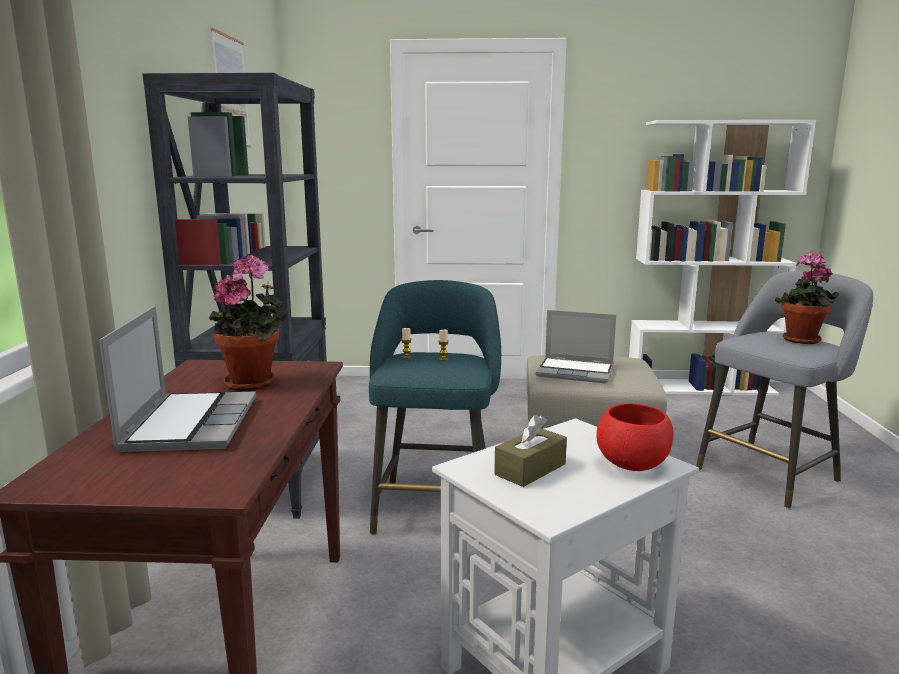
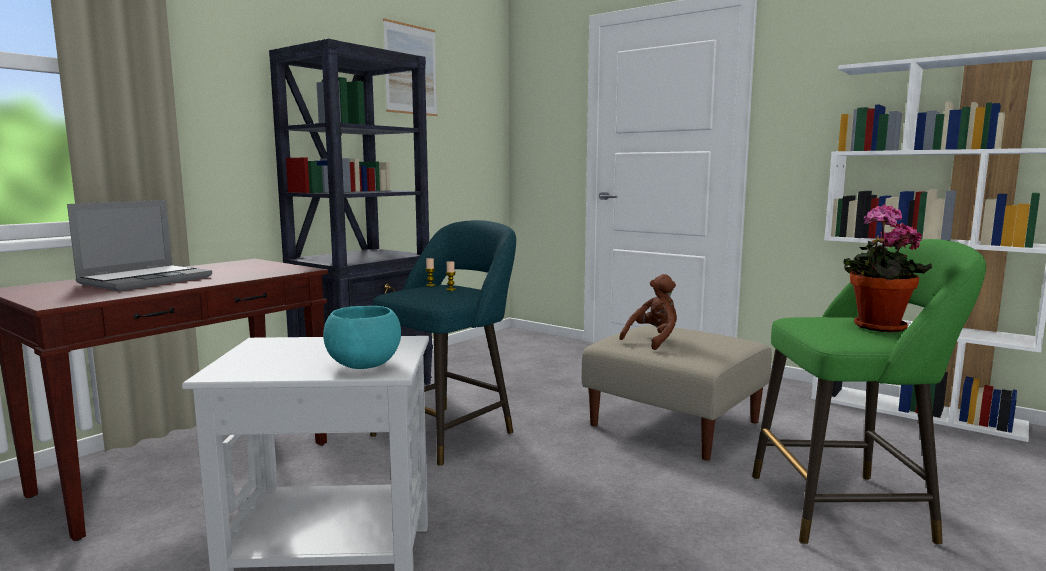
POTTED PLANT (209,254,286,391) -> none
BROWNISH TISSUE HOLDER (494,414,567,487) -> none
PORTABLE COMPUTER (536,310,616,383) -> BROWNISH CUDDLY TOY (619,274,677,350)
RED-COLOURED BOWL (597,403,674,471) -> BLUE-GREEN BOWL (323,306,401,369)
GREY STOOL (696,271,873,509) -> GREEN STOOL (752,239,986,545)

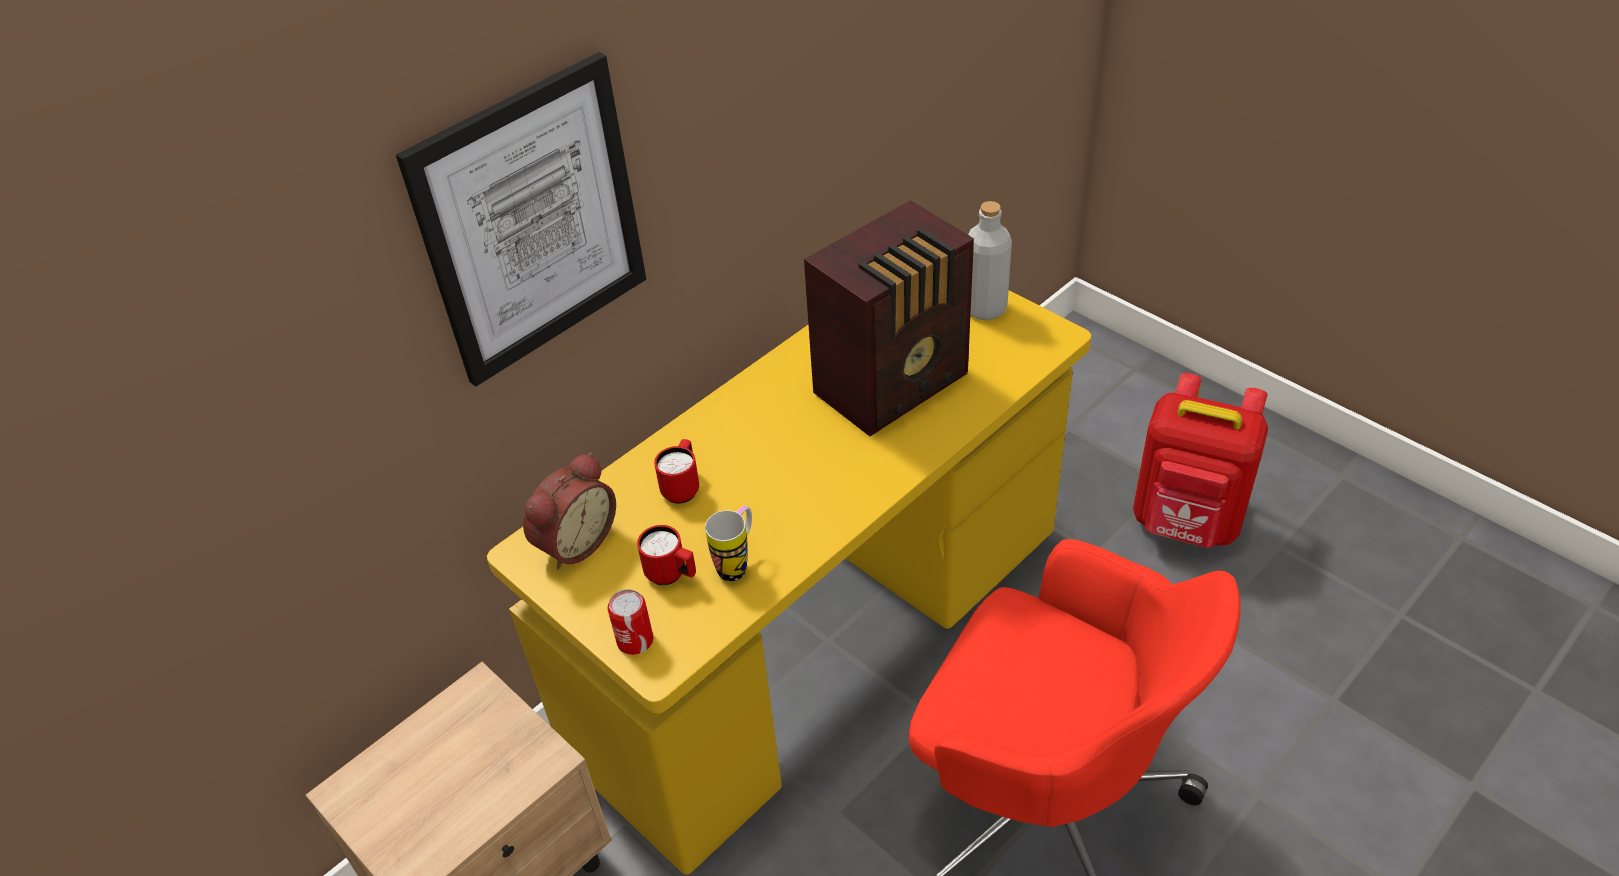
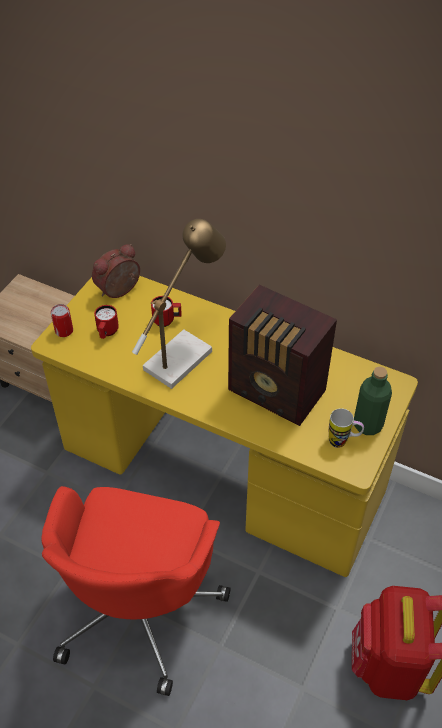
PICTURE (396,52,646,387) -> none
TABLE CLOCK (523,453,616,570) -> TABLE CLOCK (92,244,140,298), 120 degrees clockwise
TEA MUG (705,506,752,581) -> TEA MUG (329,408,364,448), move
GREY BEVERAGE BOTTLE (968,201,1012,320) -> GREEN BEVERAGE BOTTLE (354,367,392,435)
none -> TABLE LAMP (132,219,226,389)

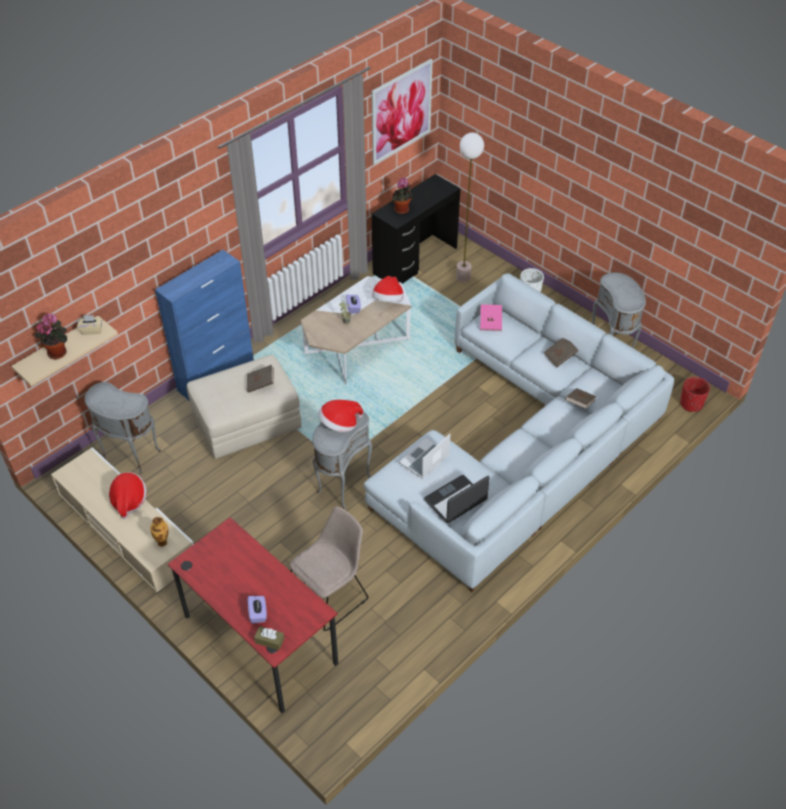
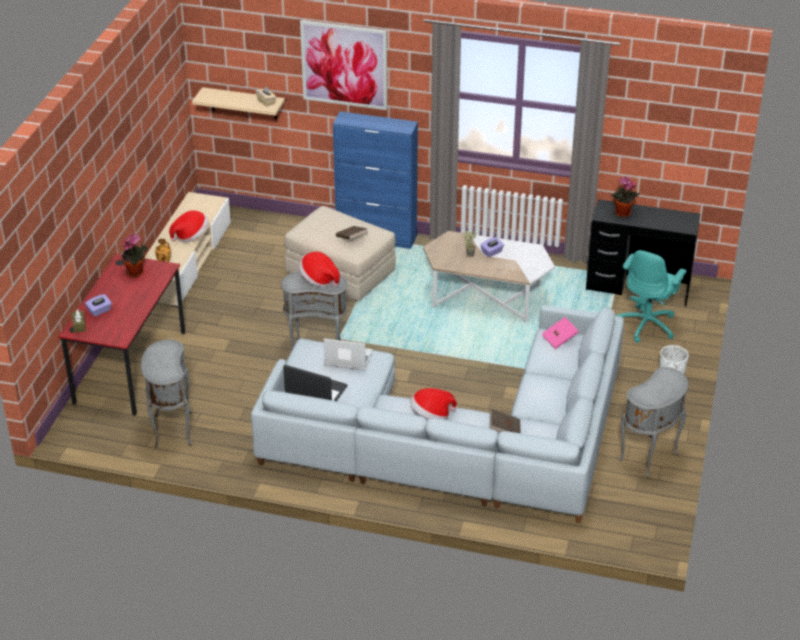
POTTED PLANT (35,313,67,359) -> POTTED PLANT (122,234,148,277), move
GREY END TABLE (84,382,161,474) -> GREY END TABLE (141,339,193,447), move
BEIGE UPRIGHT CHAIR (290,506,368,631) -> none
PICTURE (371,59,433,164) -> PICTURE (300,20,387,110), move
HAT (372,276,404,302) -> HAT (410,388,457,420), move
FLOOR LAMP (456,133,484,282) -> BLUE-GREEN DESK CHAIR (616,250,687,343)
BROWNISH BOOK (543,338,578,368) -> none
RED-COLOURED PLANTER (680,377,710,412) -> none

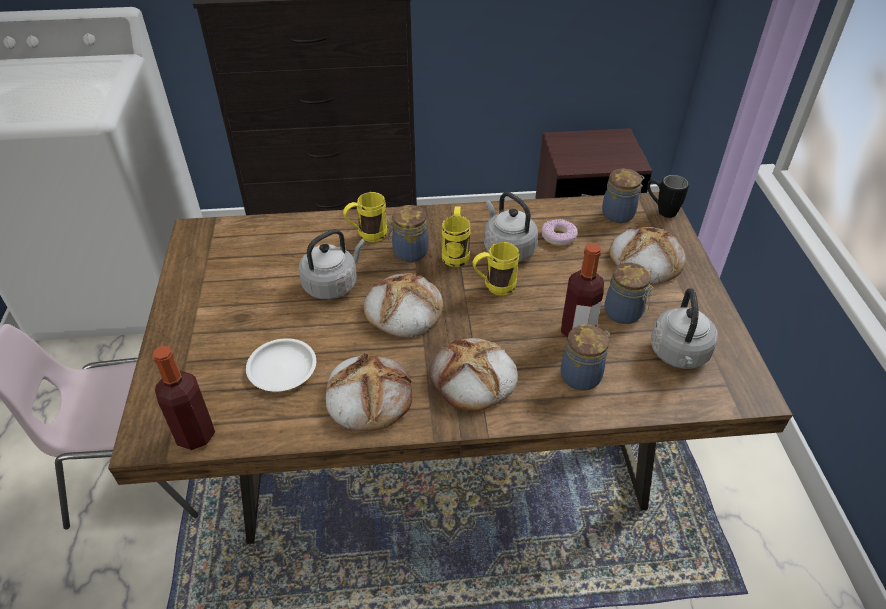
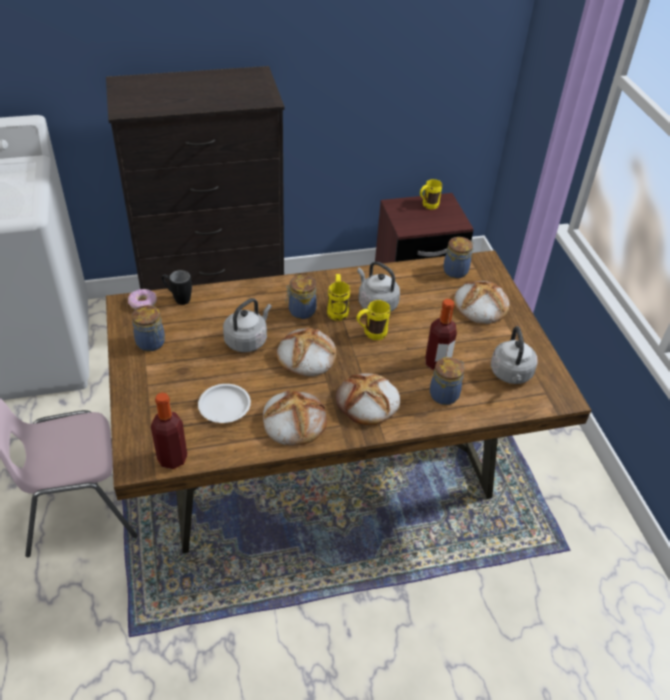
YELLOW-COLOURED TEA MUG (343,192,387,242) -> YELLOW-COLOURED TEA MUG (420,179,442,209), move
DOUGHNUT (542,219,578,246) -> DOUGHNUT (128,289,157,309), move
PRESERVE JAR (604,263,653,324) -> PRESERVE JAR (132,305,165,352), move
BLACK TEA MUG (647,175,689,218) -> BLACK TEA MUG (162,270,192,305), move

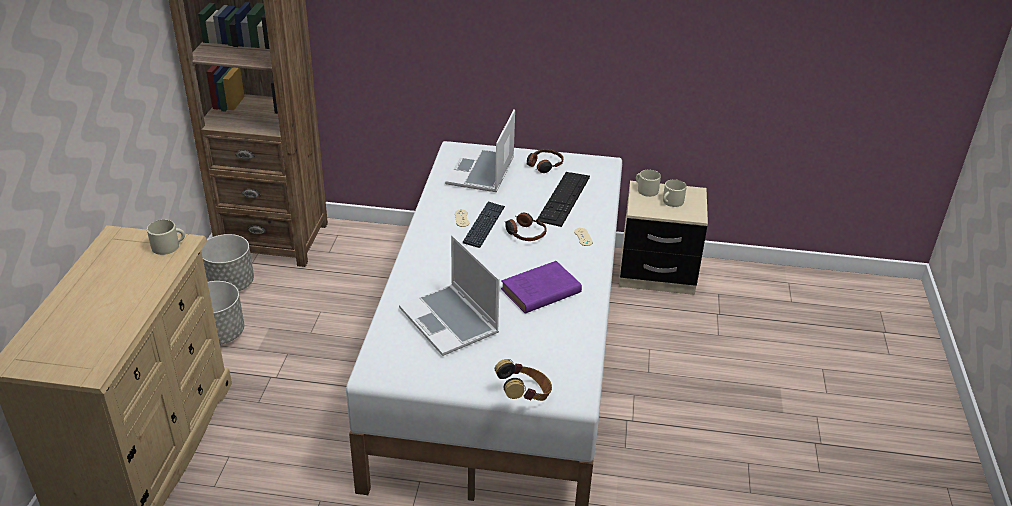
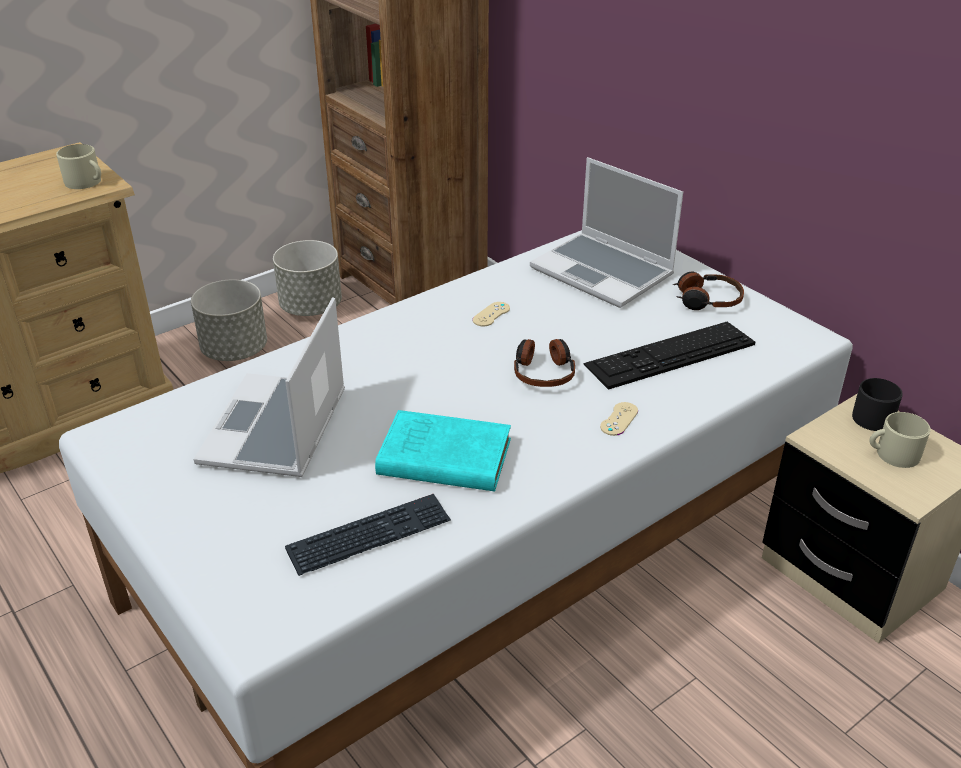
PORTABLE COMPUTER (445,109,515,192) -> PORTABLE COMPUTER (530,157,683,308), 105 degrees counterclockwise
PC KEYBOARD (463,202,505,248) -> PC KEYBOARD (285,494,451,576), move
HEADSET (495,359,552,401) -> none
PURPLE-COLOURED BOOK (501,261,582,314) -> BLUE-GREEN BOOK (375,410,511,492)
BEIGE TEA MUG (636,170,661,197) -> BLACK TEA MUG (852,378,903,431)

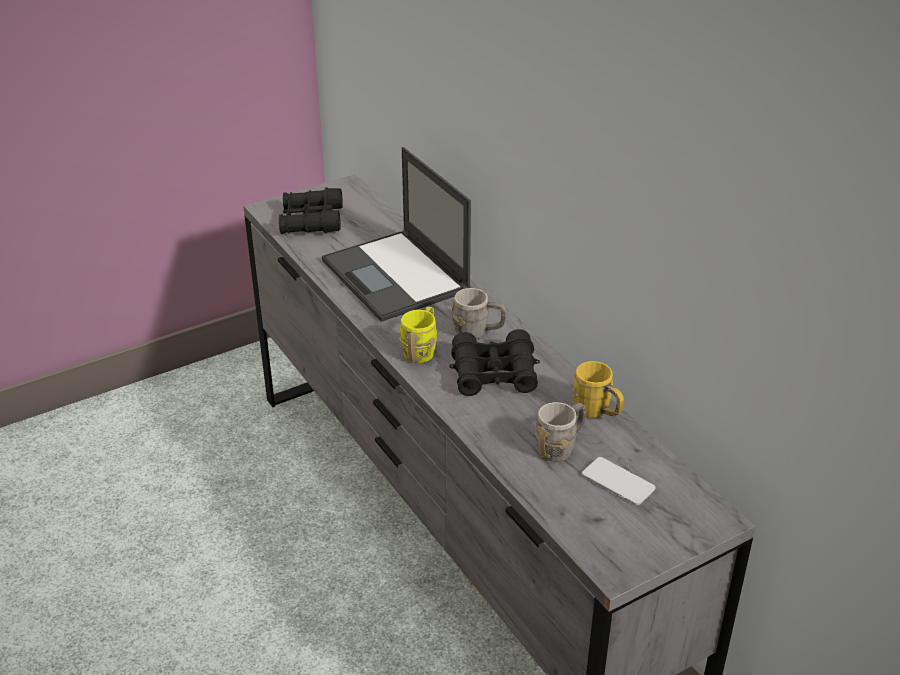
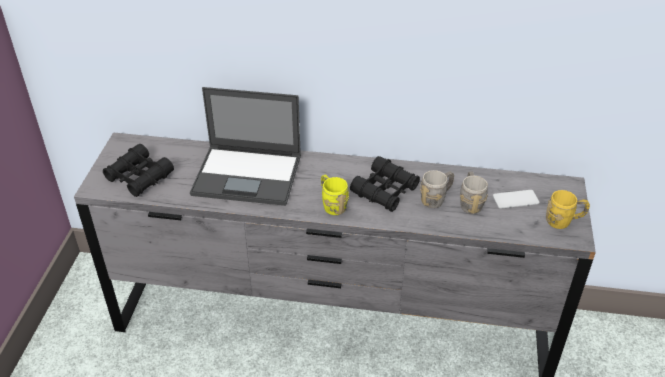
GREY TEA MUG (452,288,506,339) -> GREY TEA MUG (420,170,454,208), move
YELLOW-COLOURED TEA MUG (573,361,624,418) -> YELLOW-COLOURED TEA MUG (546,190,590,229), move

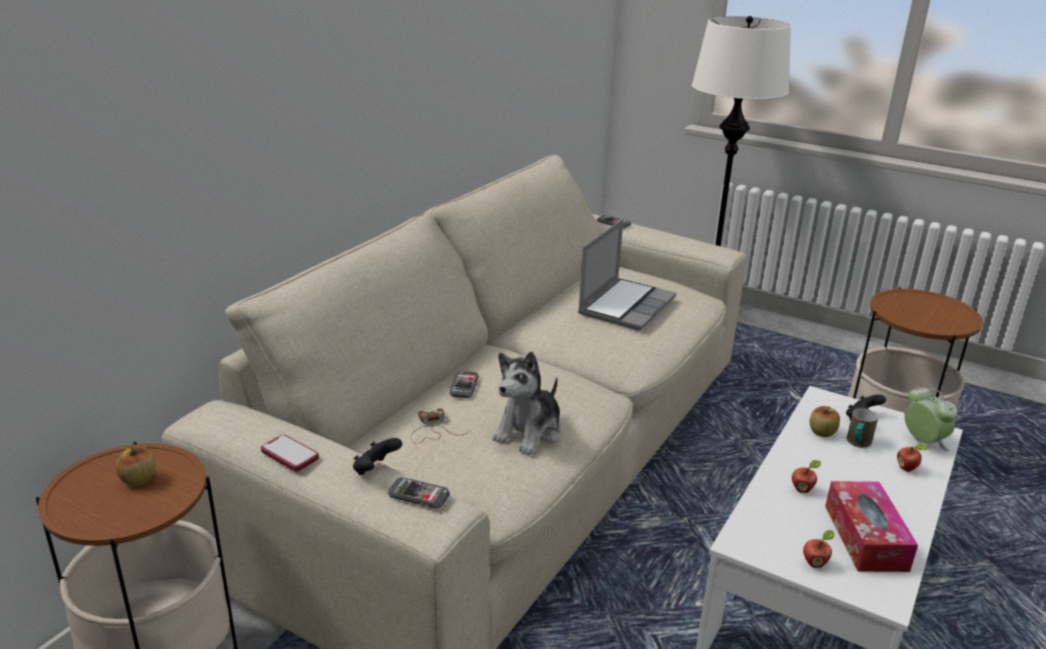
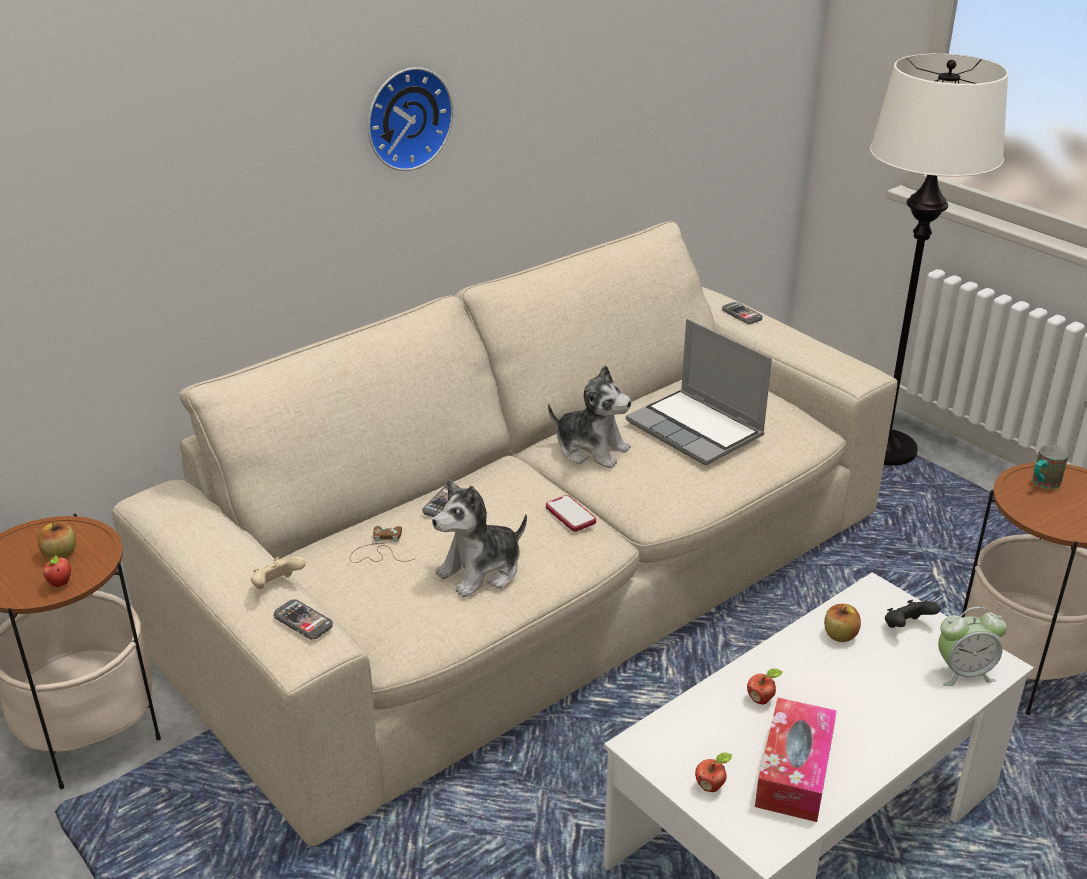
PHONE (261,435,319,471) -> PHONE (546,495,596,532), move
BLACK GAME CONTROLLER (353,438,402,475) -> BEIGE GAME CONTROLLER (251,557,306,589)
PORTABLE COMPUTER (578,219,676,331) -> PORTABLE COMPUTER (626,319,772,465), 90 degrees clockwise
TEA MUG (847,408,878,448) -> TEA MUG (1032,445,1069,489), move
APPLE FRUIT (897,443,929,472) -> APPLE FRUIT (43,555,71,587), move
TABLE CLOCK (904,387,958,451) -> TABLE CLOCK (938,607,1007,686), 90 degrees clockwise
none -> HANGING CLOCK (368,67,453,171)
none -> CUDDLY TOY (548,365,632,468)

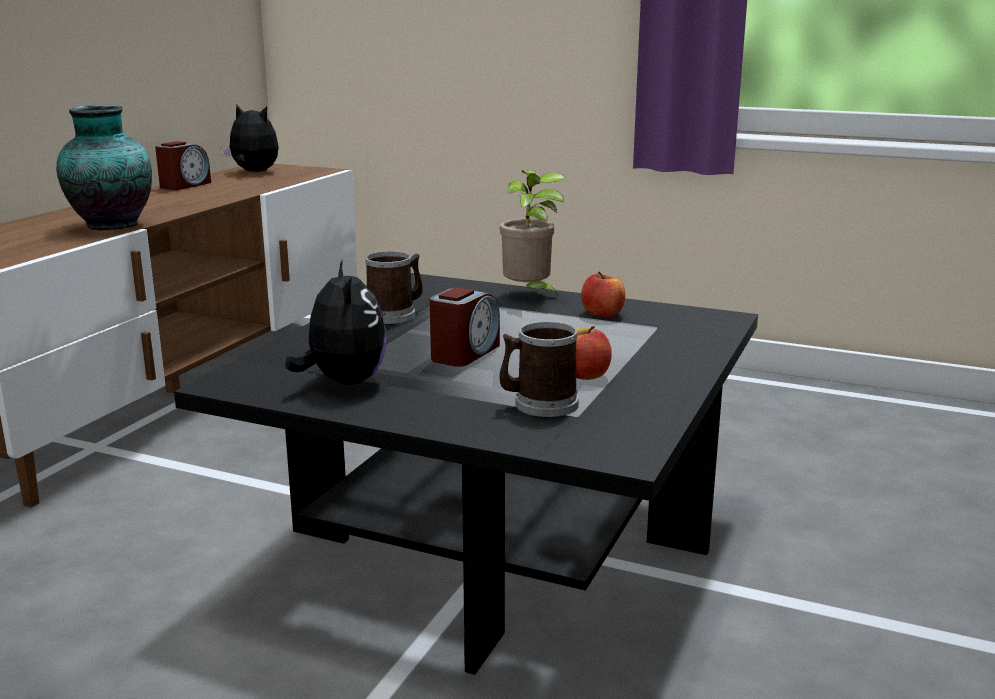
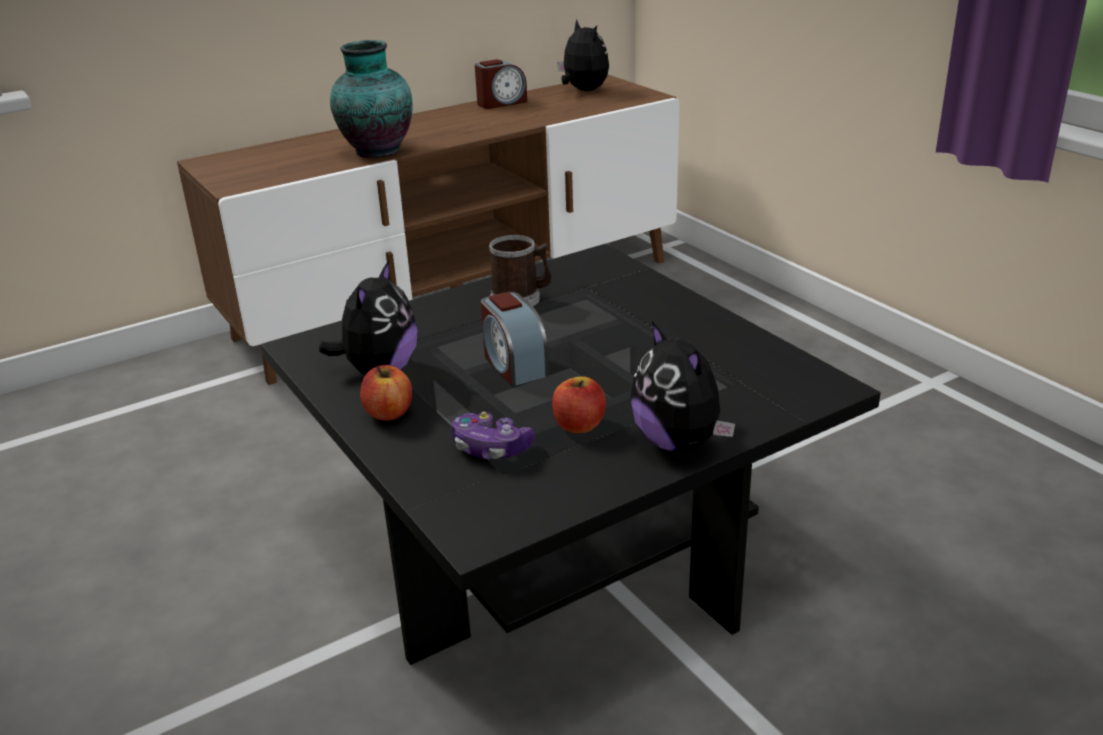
TABLE CLOCK (430,287,500,367) -> TABLE CLOCK (481,292,549,386), 90 degrees clockwise
TEA MUG (499,322,579,417) -> GAME CONTROLLER (452,412,535,459)
POTTED PLANT (500,170,565,297) -> none
APPLE FRUIT (581,272,625,317) -> APPLE FRUIT (360,365,412,421), move
none -> CUDDLY TOY (630,321,735,452)

